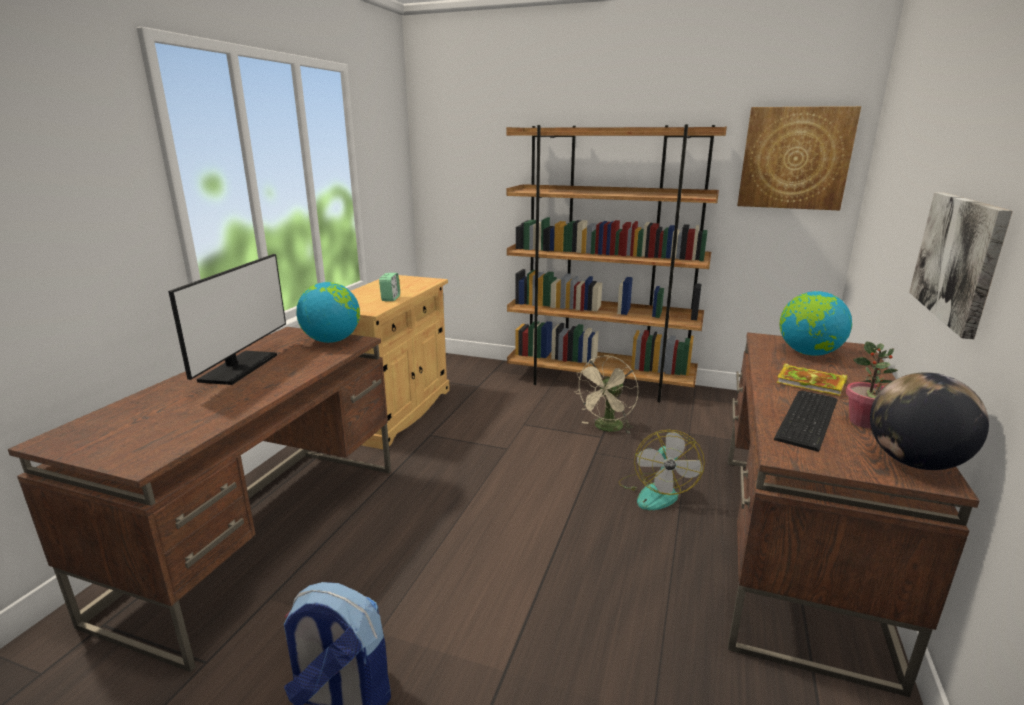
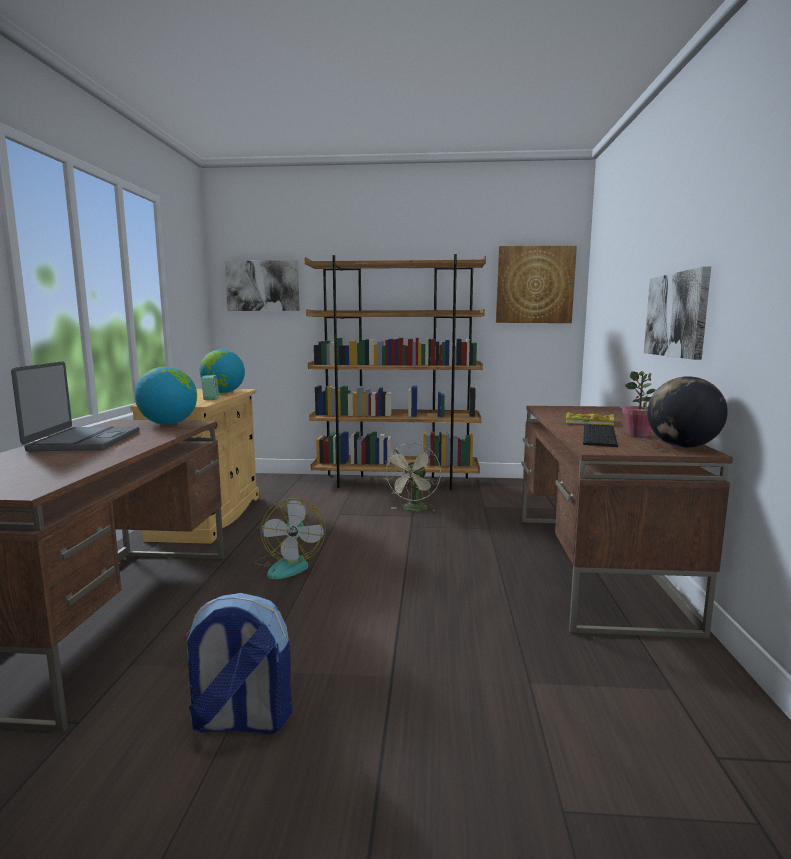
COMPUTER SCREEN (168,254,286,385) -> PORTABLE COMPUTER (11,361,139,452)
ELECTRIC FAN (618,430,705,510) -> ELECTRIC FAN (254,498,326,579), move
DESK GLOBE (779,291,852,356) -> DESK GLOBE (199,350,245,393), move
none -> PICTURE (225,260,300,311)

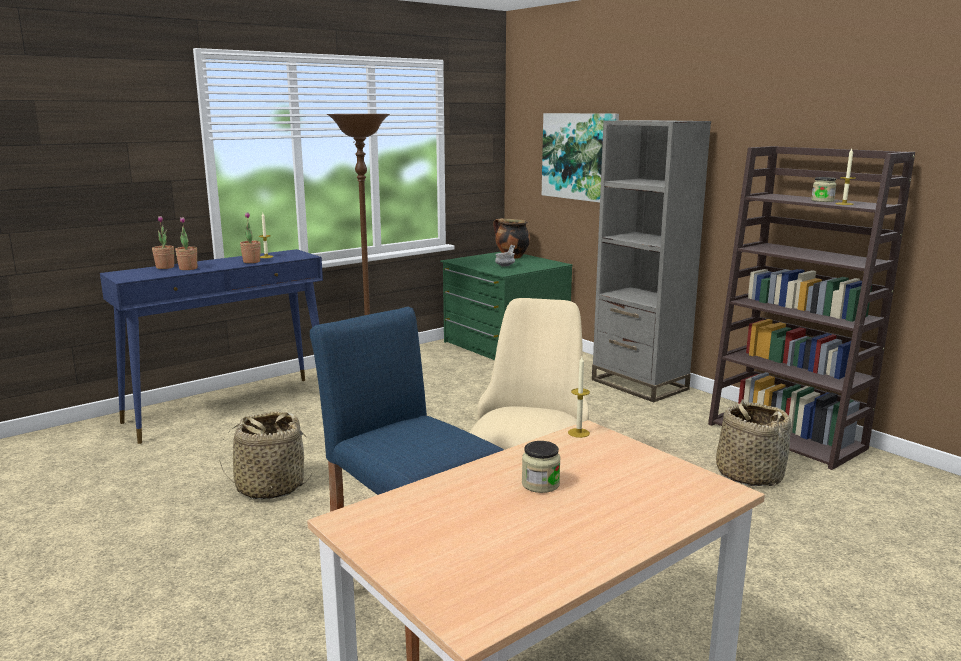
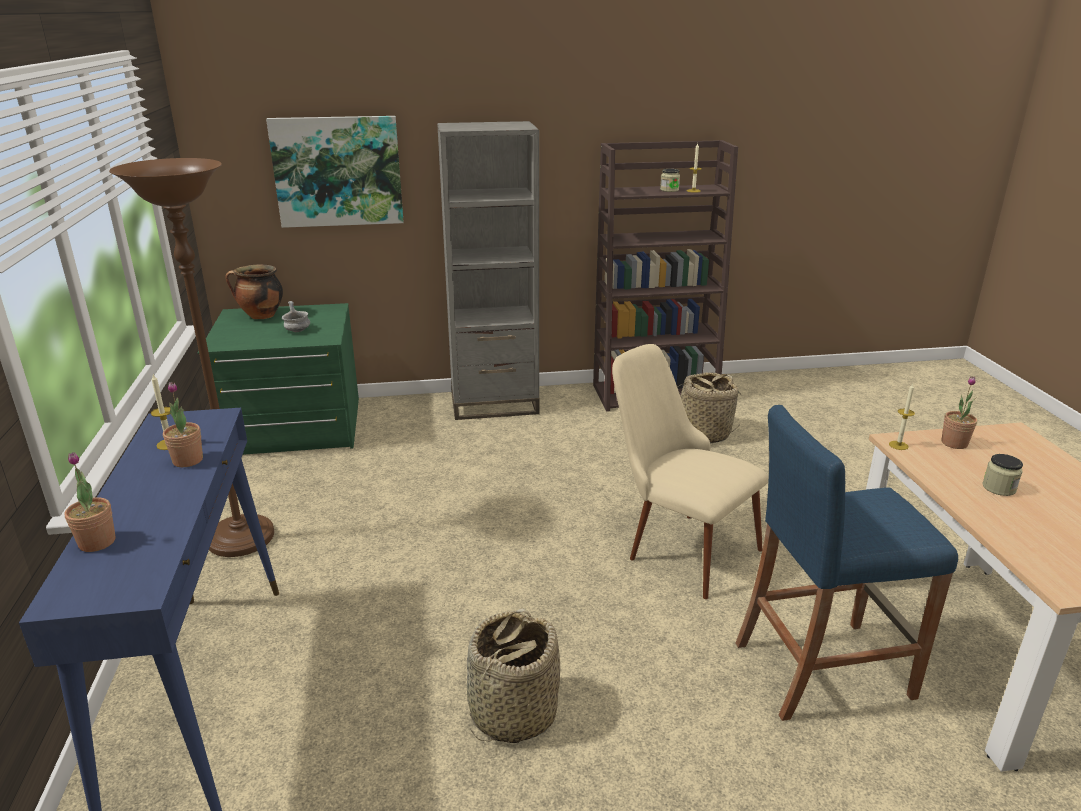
POTTED PLANT (175,217,197,270) -> POTTED PLANT (942,376,977,449), move

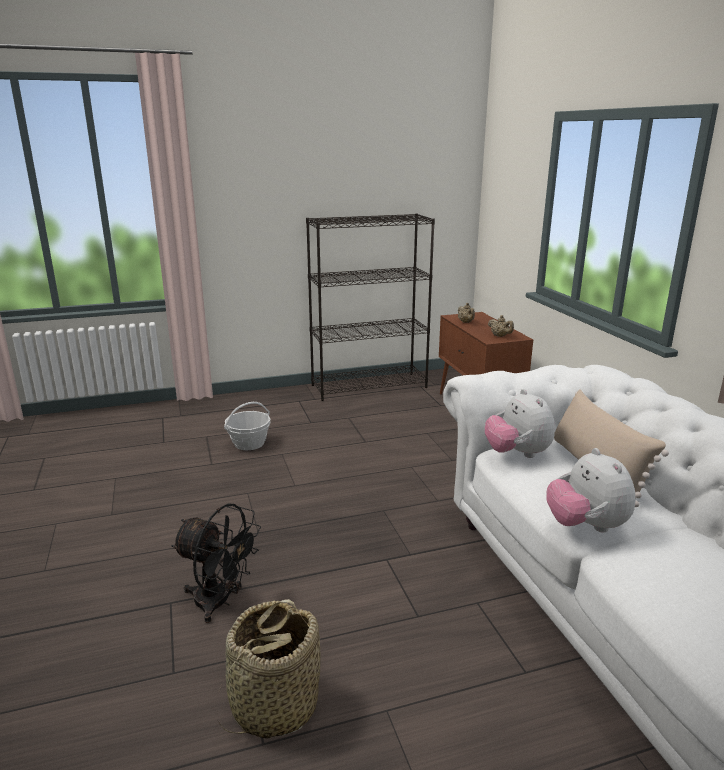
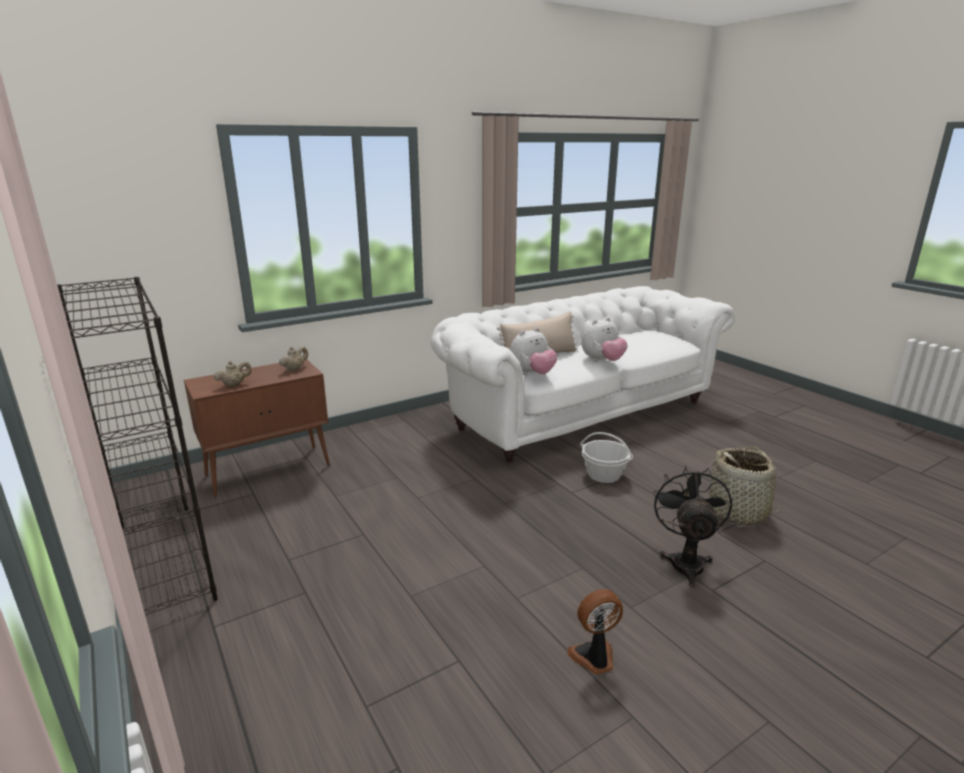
HOUSEHOLD BASKET (224,402,271,450) -> HOUSEHOLD BASKET (580,432,634,483), move
none -> ELECTRIC FAN (567,589,623,675)

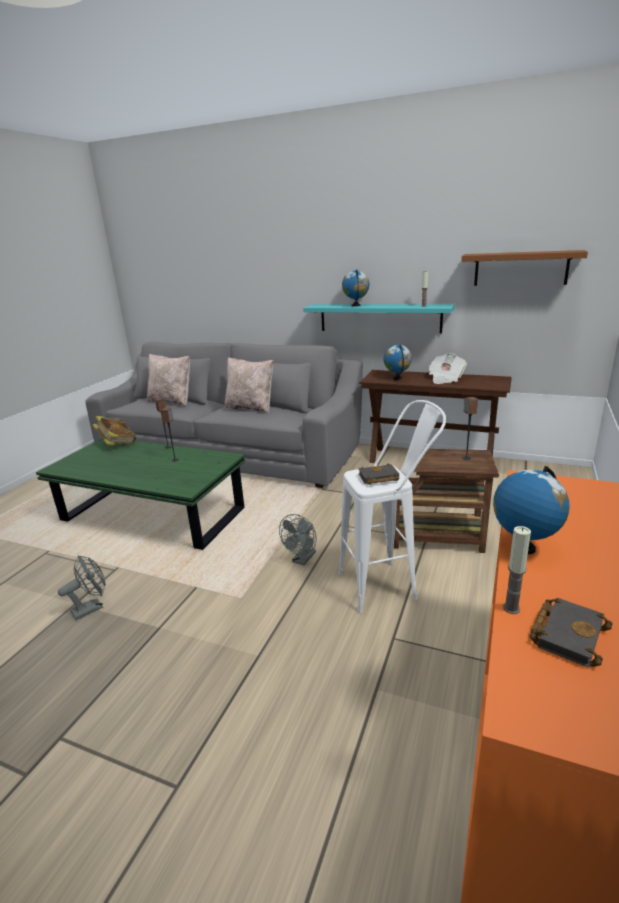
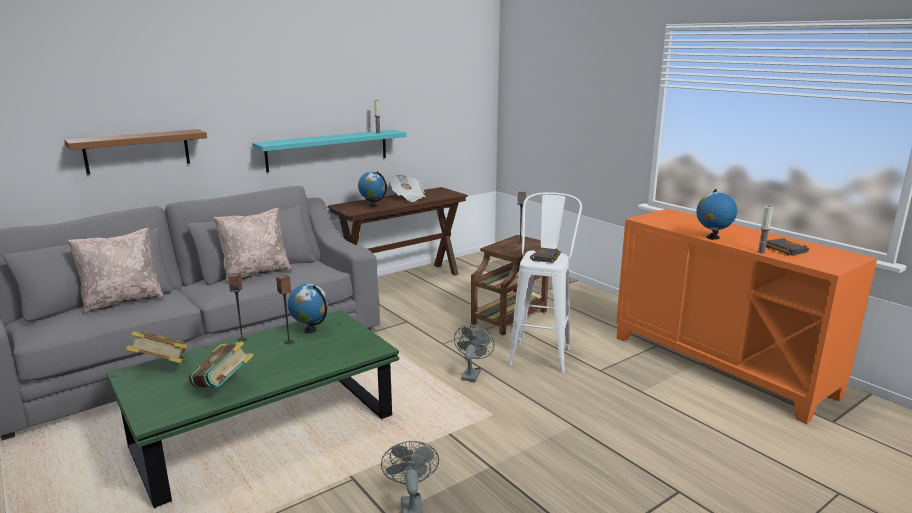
GREY ELECTRIC FAN (279,514,317,565) -> GREY ELECTRIC FAN (454,325,495,382), 135 degrees counterclockwise
DESK GLOBE (342,269,369,306) -> DESK GLOBE (288,284,328,333), move
BROWNISH WALL SHELF (461,250,588,286) -> BROWNISH WALL SHELF (64,129,207,174), move
none -> BOOK (188,341,254,388)

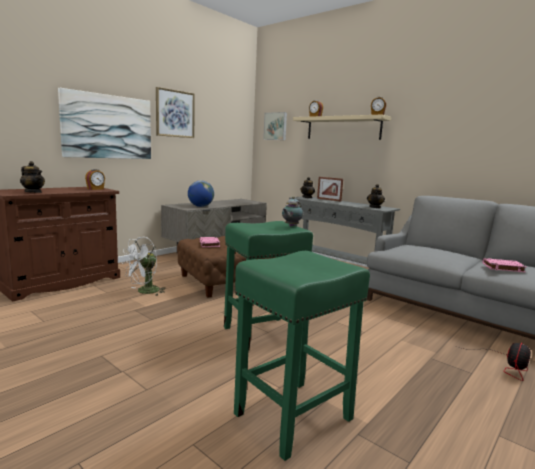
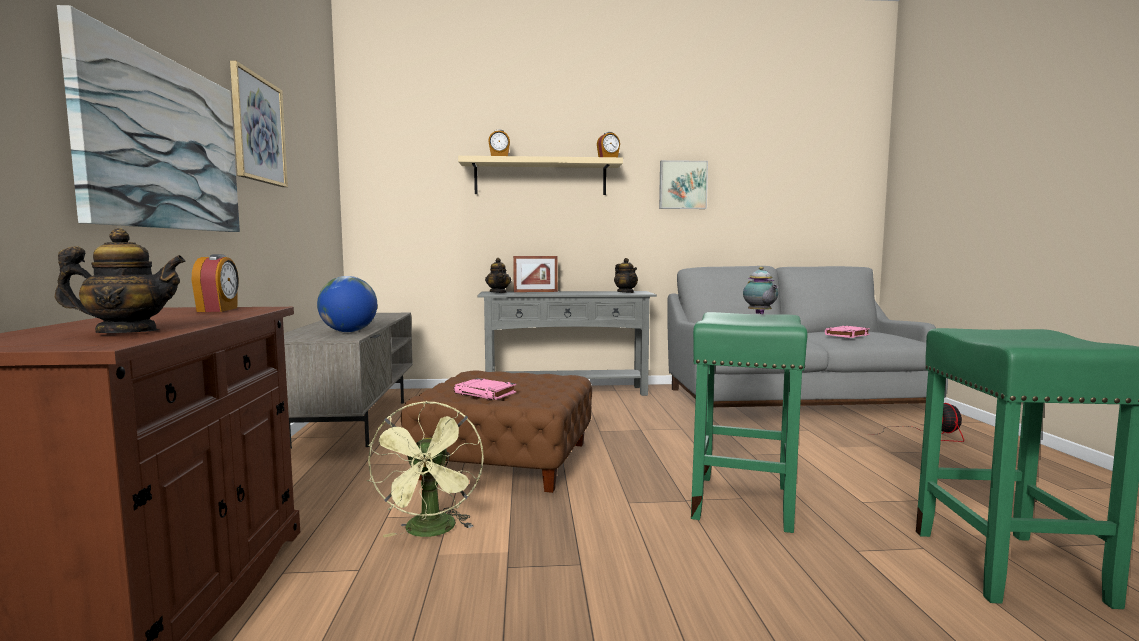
WHITE-COLOURED ELECTRIC FAN (122,237,166,296) -> GREEN ELECTRIC FAN (367,401,484,537)
PICTURE (263,112,287,140) -> PICTURE (659,160,708,209), move

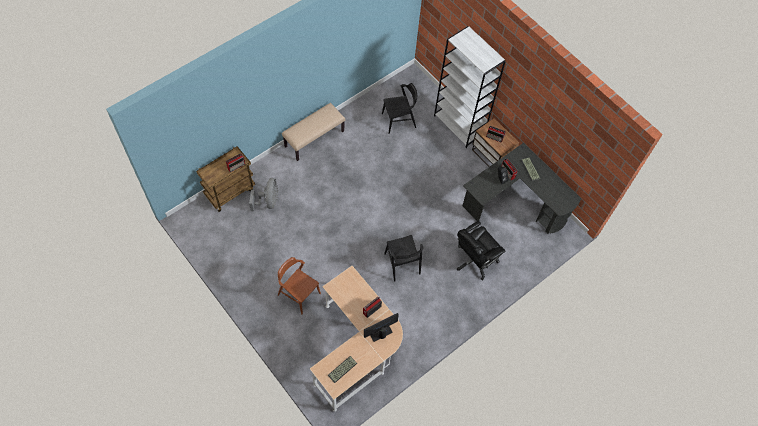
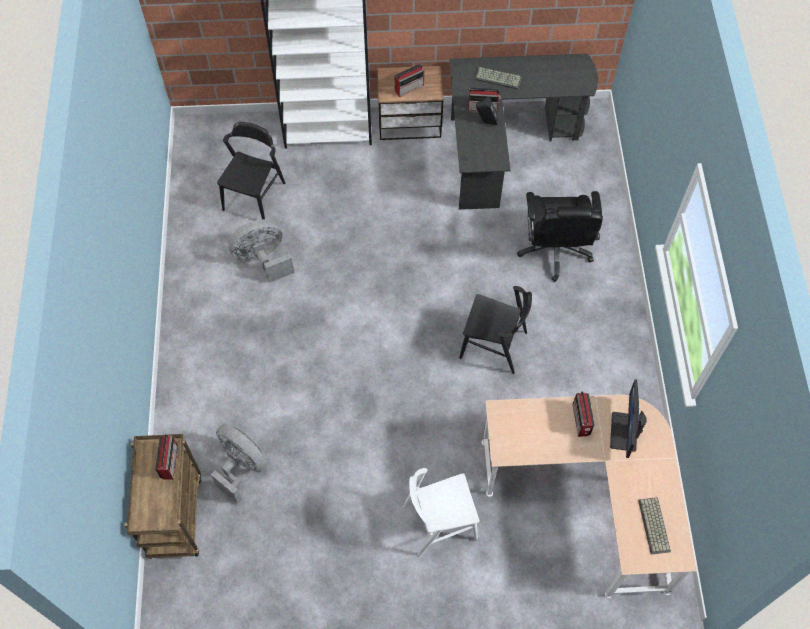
BROWNISH UPRIGHT CHAIR (278,257,321,314) -> WHITE-COLOURED UPRIGHT CHAIR (403,468,480,556)
BEIGE INDOOR BENCH (282,103,345,161) -> none
none -> GREY ELECTRIC FAN (228,219,295,283)

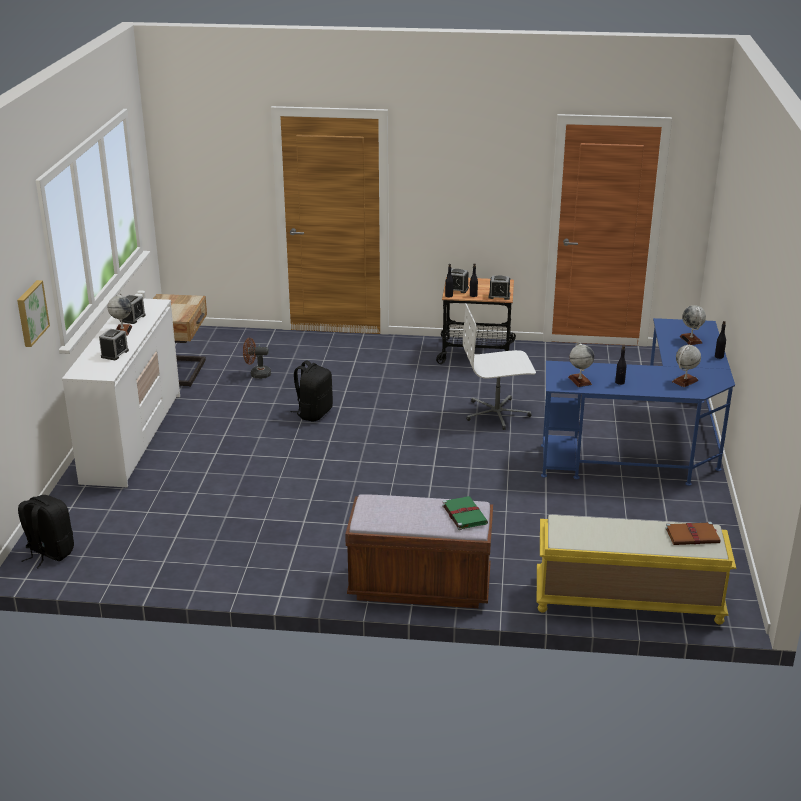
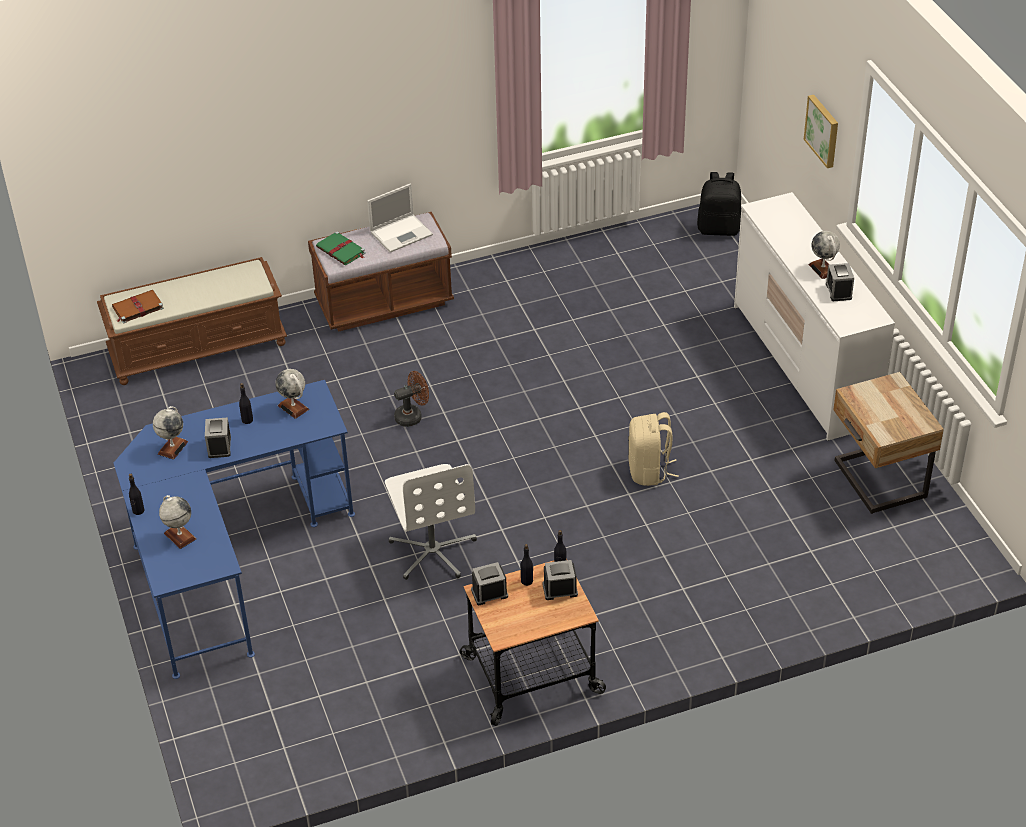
TABLE CLOCK (99,329,129,360) -> TABLE CLOCK (205,418,231,458), move
BROWNISH ELECTRIC FAN (243,338,271,379) -> BROWNISH ELECTRIC FAN (394,371,429,427), move
BLACK BACKPACK (290,361,333,421) -> BEIGE BACKPACK (629,412,679,486)
WHITE-COLOURED DESK CHAIR (463,303,536,430) -> WHITE-COLOURED DESK CHAIR (385,464,477,580), 105 degrees clockwise
YELLOW-COLOURED INDOOR BENCH (537,515,736,625) -> BROWNISH INDOOR BENCH (97,257,287,385)
none -> PORTABLE COMPUTER (367,183,433,253)

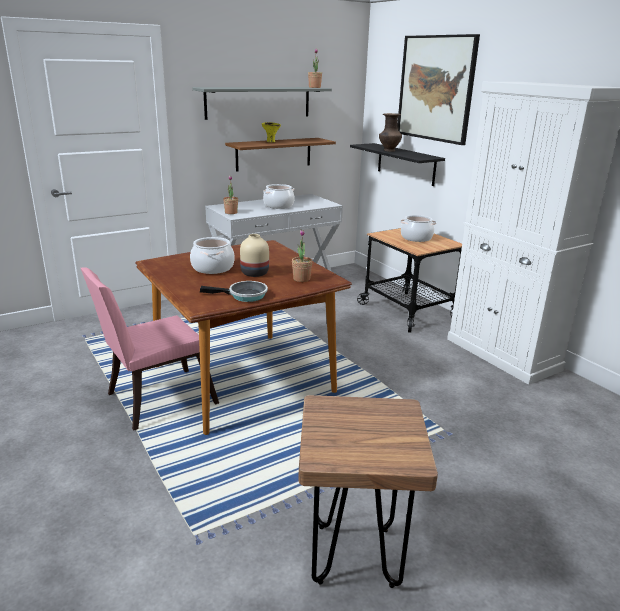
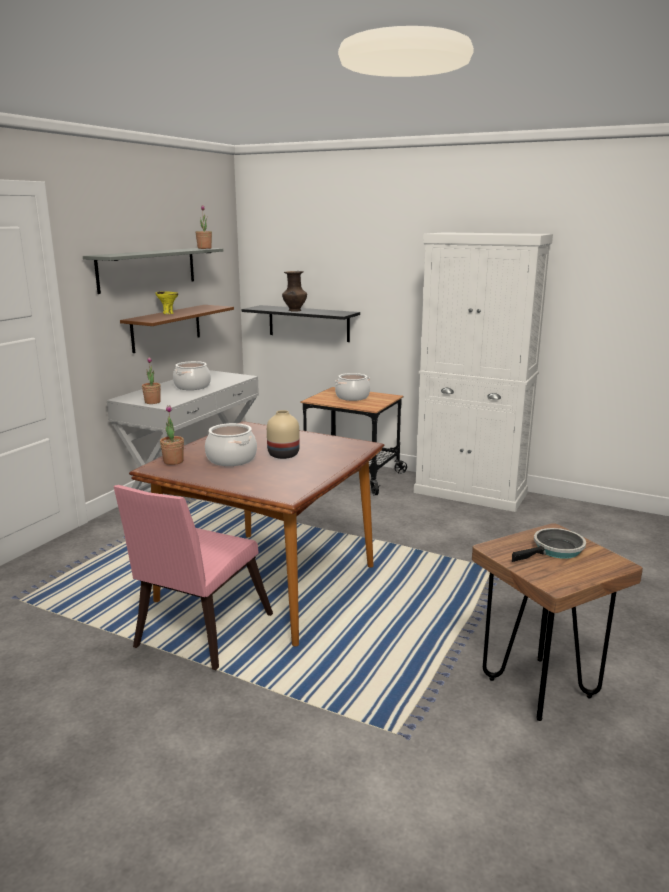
FRYING PAN (200,281,268,302) -> FRYING PAN (512,528,586,562), move
POTTED PLANT (292,230,313,282) -> POTTED PLANT (160,405,184,465), move
PICTURE (398,34,480,145) -> none

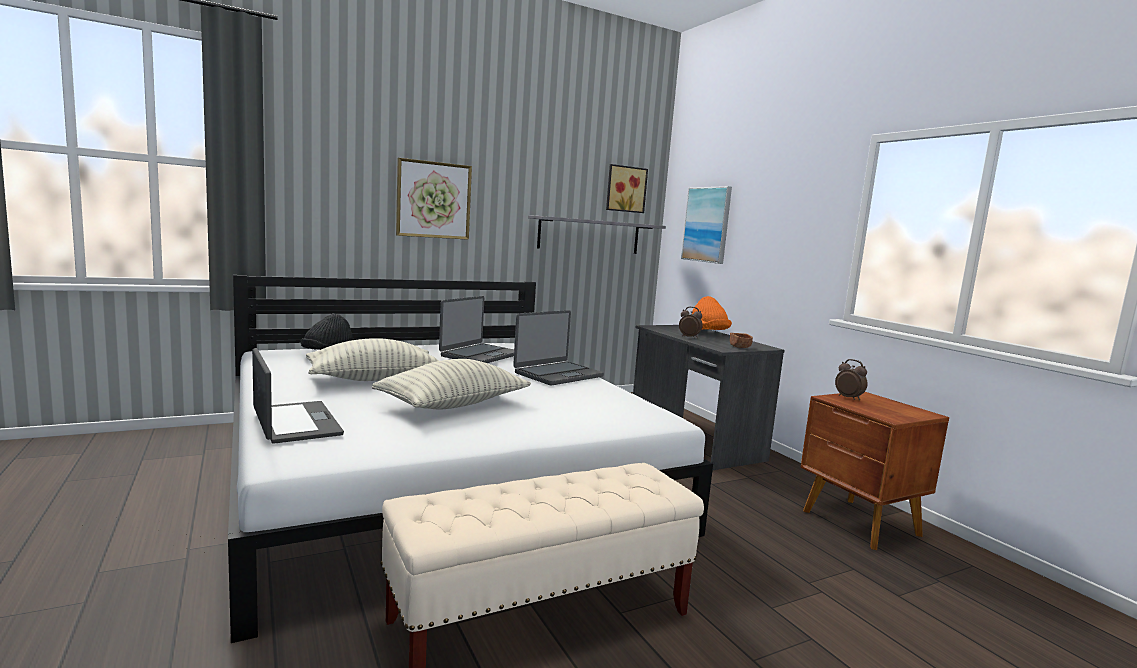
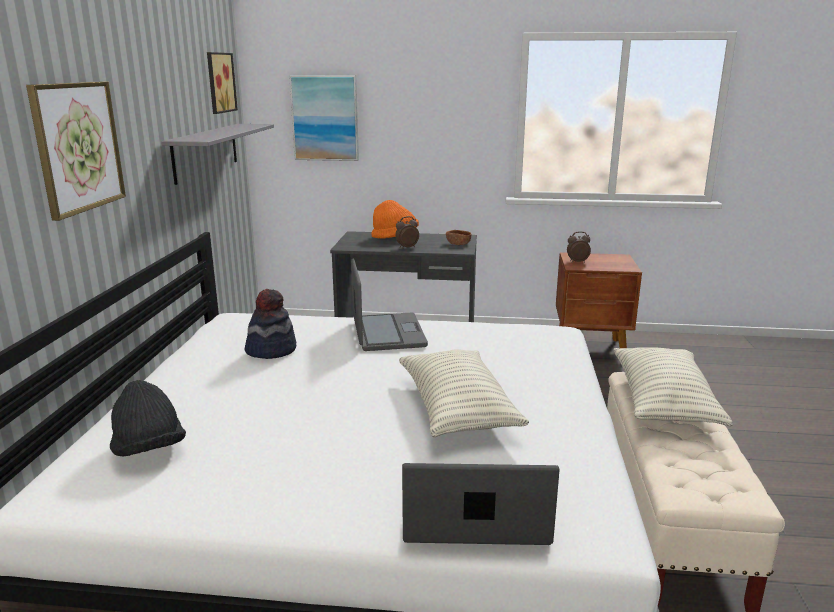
CUSHION (306,338,438,381) -> CUSHION (613,347,733,427), move
PORTABLE COMPUTER (439,296,514,363) -> HAT (245,289,296,359)

